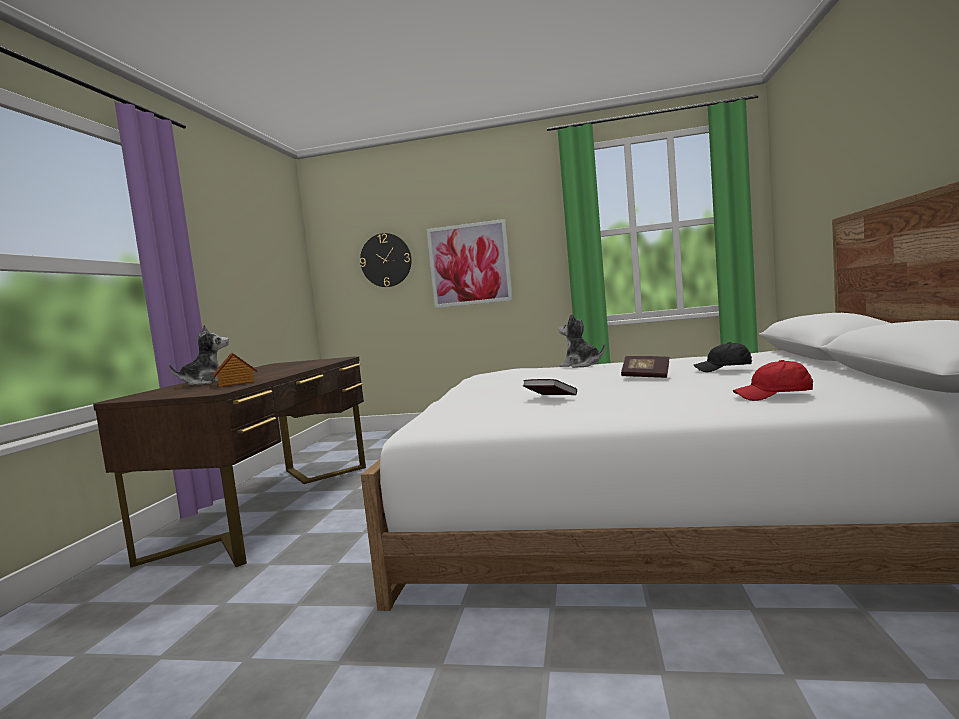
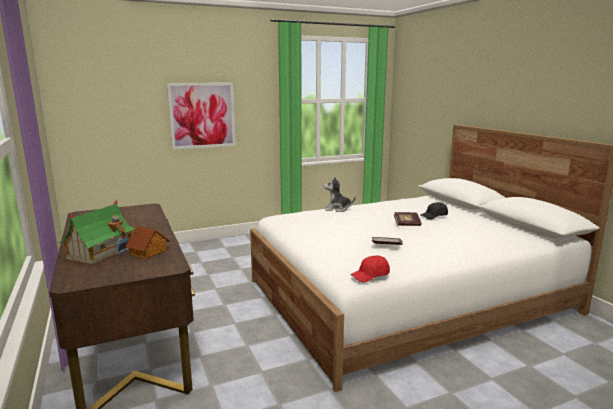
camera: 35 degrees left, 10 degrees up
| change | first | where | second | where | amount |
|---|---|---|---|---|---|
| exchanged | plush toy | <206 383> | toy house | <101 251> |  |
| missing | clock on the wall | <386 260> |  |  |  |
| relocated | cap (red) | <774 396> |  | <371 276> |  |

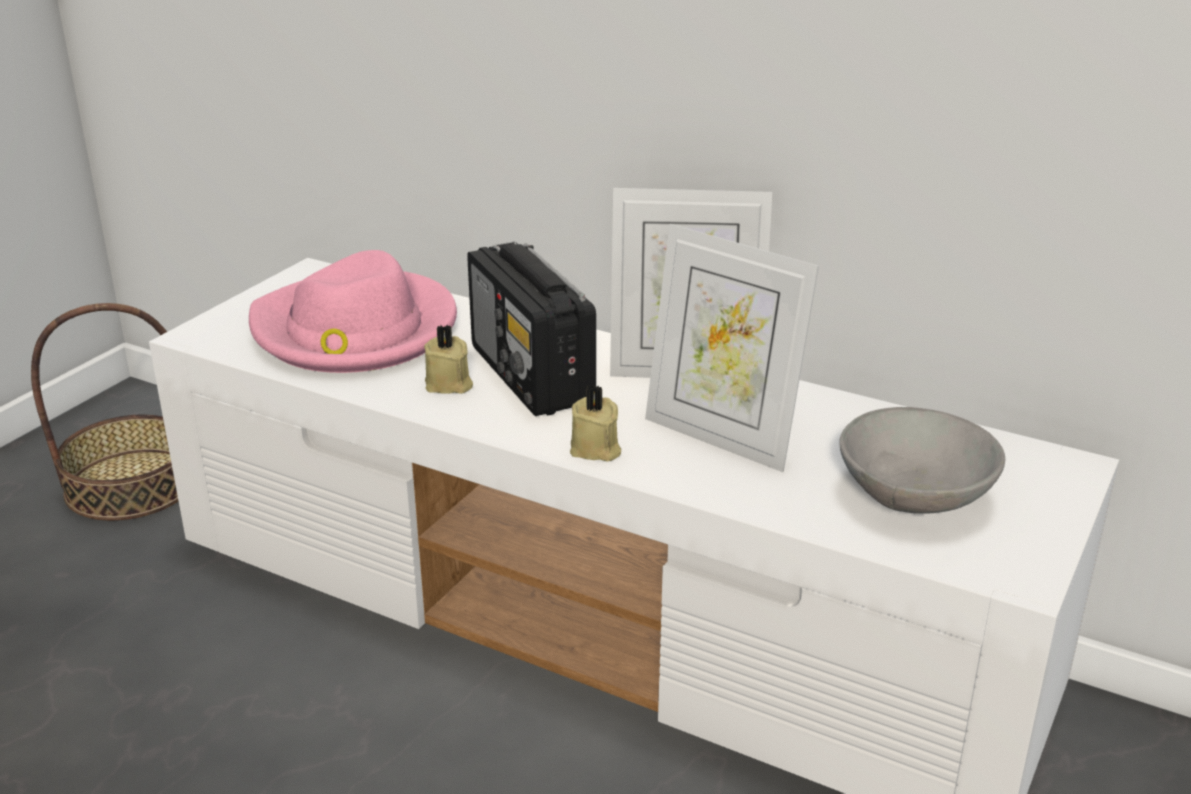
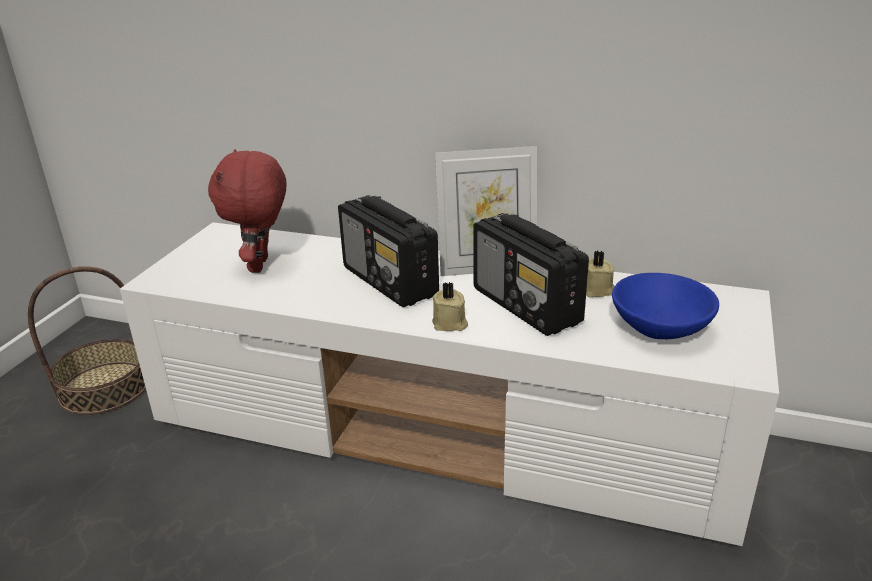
camera: 10 degrees left, 0 degrees up
| change | first | where | second | where | amount |
|---|---|---|---|---|---|
| exchanged | clothing hat (pink) | <354 330> | plush toy (red) | <261 265> |  |
| relocated | wax candle (sand-coloured) | <449 385> |  | <597 291> |  |
| exchanged | picture frame | <721 437> | radio receiver | <526 306> |  |
| colour | deep dish (gray) | <913 495> | deep dish (blue) | <660 328> |  |

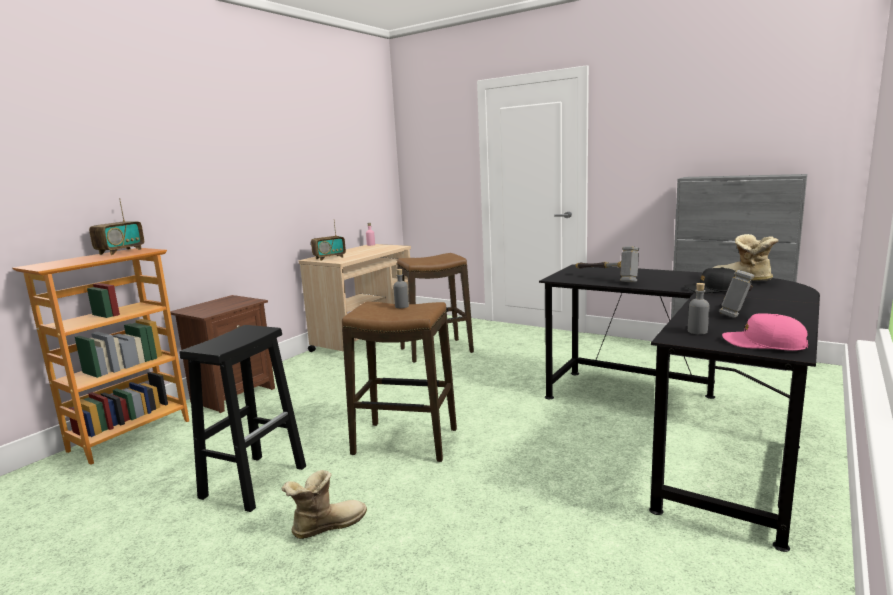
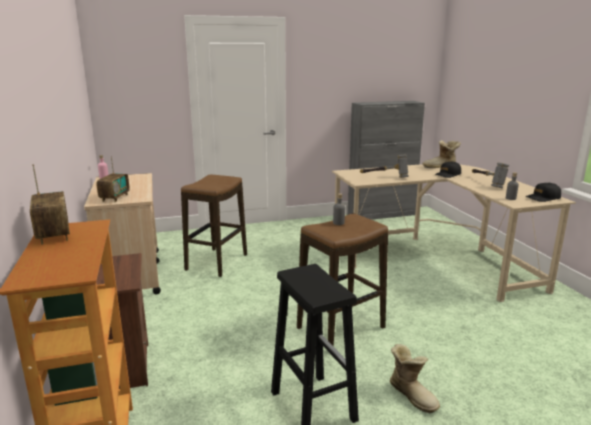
camera: 50 degrees left, 5 degrees up
| change | first | where | second | where | amount |
|---|---|---|---|---|---|
| spun | boot | <326 525> |  | <413 394> | 135 degrees clockwise |
| colour | desk table (blackish) | <683 429> | desk table (sand-coloured) | <437 259> |  |
| colour | cap (pink) | <764 344> | cap (blackish) | <543 198> |  |

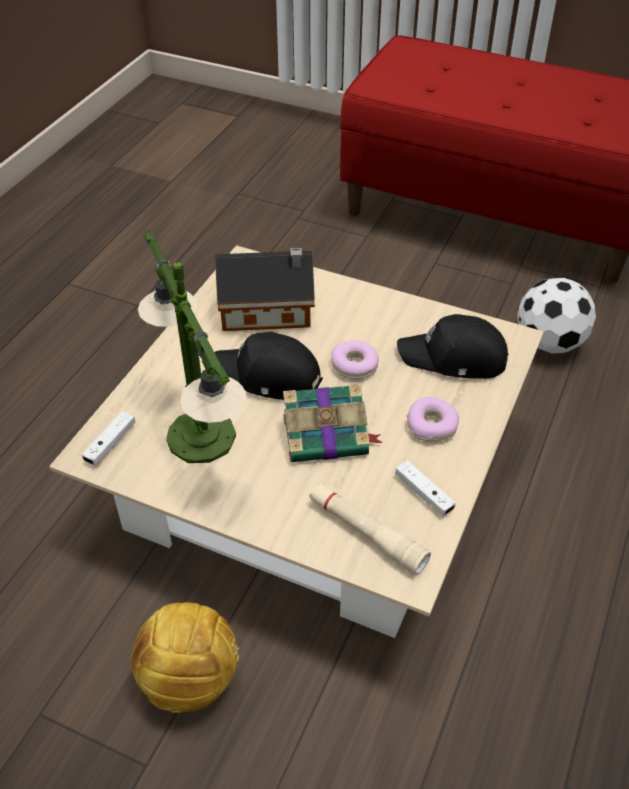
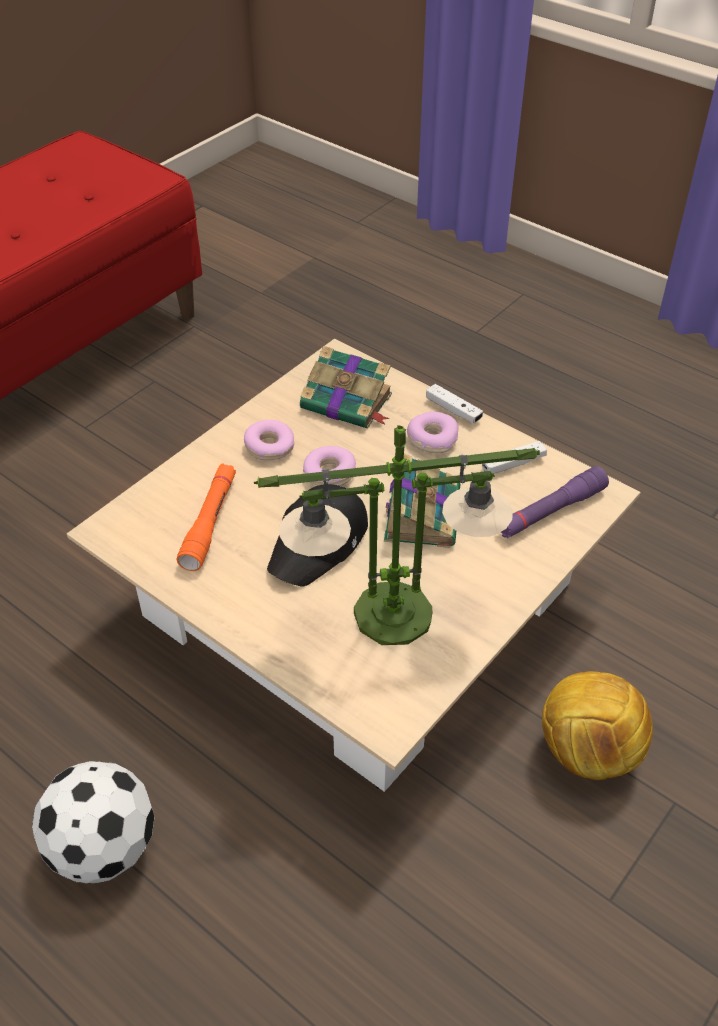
camera: 75 degrees left, 0 degrees up
| change | first | where | second | where | amount |
|---|---|---|---|---|---|
| relocated | gamepad (whitish) | <110 444> |  | <453 410> |  |
| exchanged | toy house | <270 310> | flashlight (orange) | <210 523> |  |
| colour | flashlight (sand-coloured) | <366 533> | flashlight (purple) | <551 511> |  |
| exchanged | cap (blackish) | <454 358> | volume | <348 402> |  |
| relocated | football | <548 343> |  | <104 849> |  |
| appeared |  |  | donut | <269 447> |  |

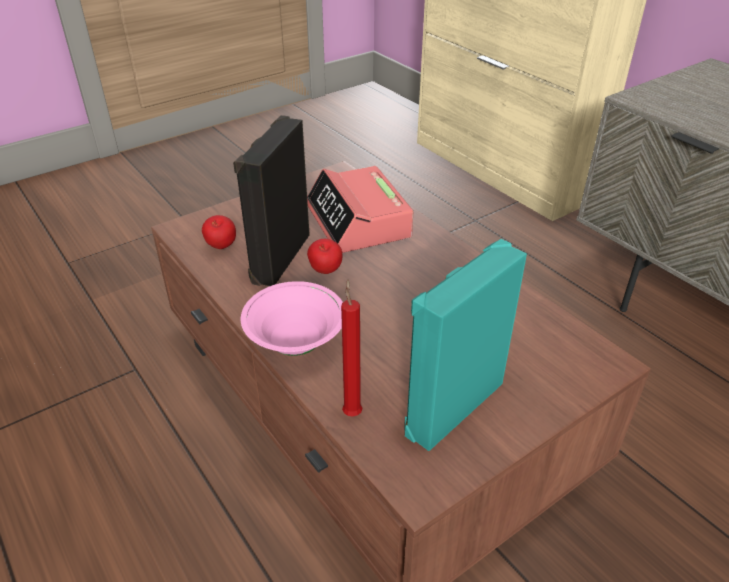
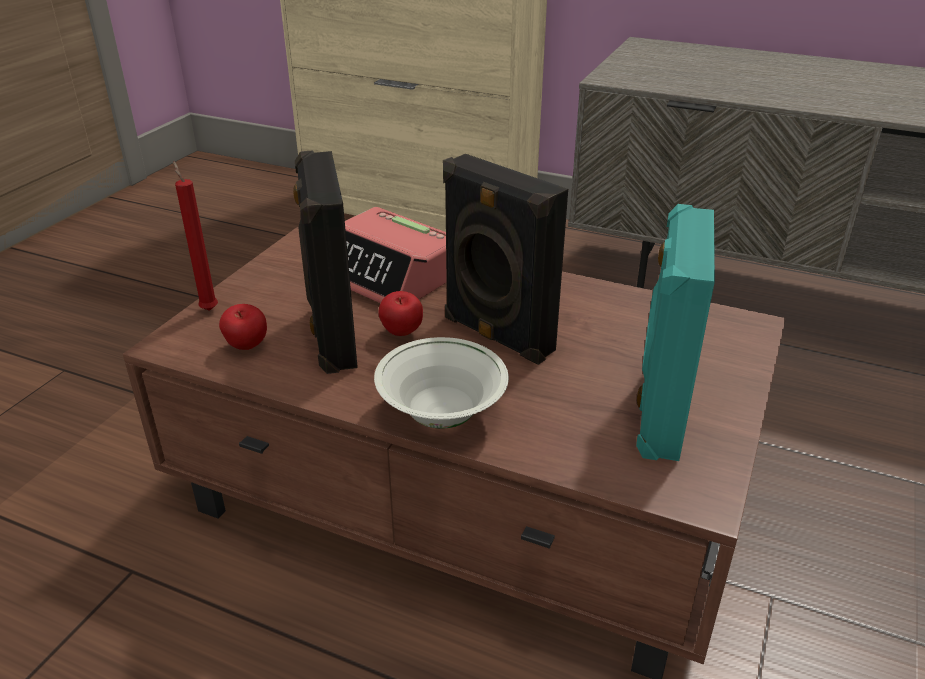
camera: 30 degrees left, 5 degrees down
| change | first | where | second | where | amount |
|---|---|---|---|---|---|
| colour | deep dish (pink) | <296 343> | deep dish (whitish) | <441 415> |  |
| relocated | wax candle (red) | <352 411> |  | <208 309> |  |
| appeared |  |  | audio speaker (blackish) | <495 336> |  |

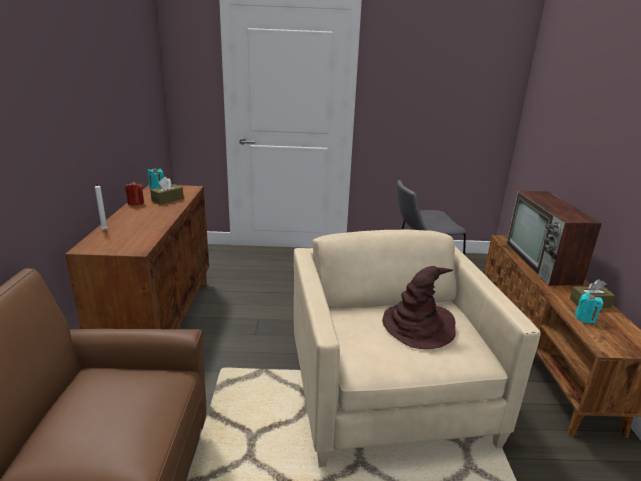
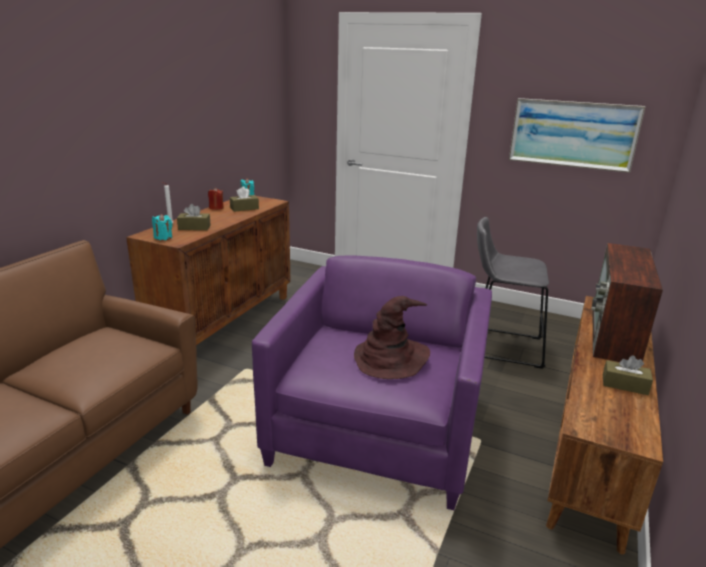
camera: 25 degrees right, 0 degrees up
| change | first | where | second | where | amount |
|---|---|---|---|---|---|
| colour | armchair (sand-coloured) | <387 392> | armchair (purple) | <378 429> |  |
| relocated | wax candle (turquoise) | <585 318> |  | <163 237> |  |
| appeared |  |  | tissue box (brown) | <194 227> |  |
| appeared |  |  | wall art | <573 134> |  |

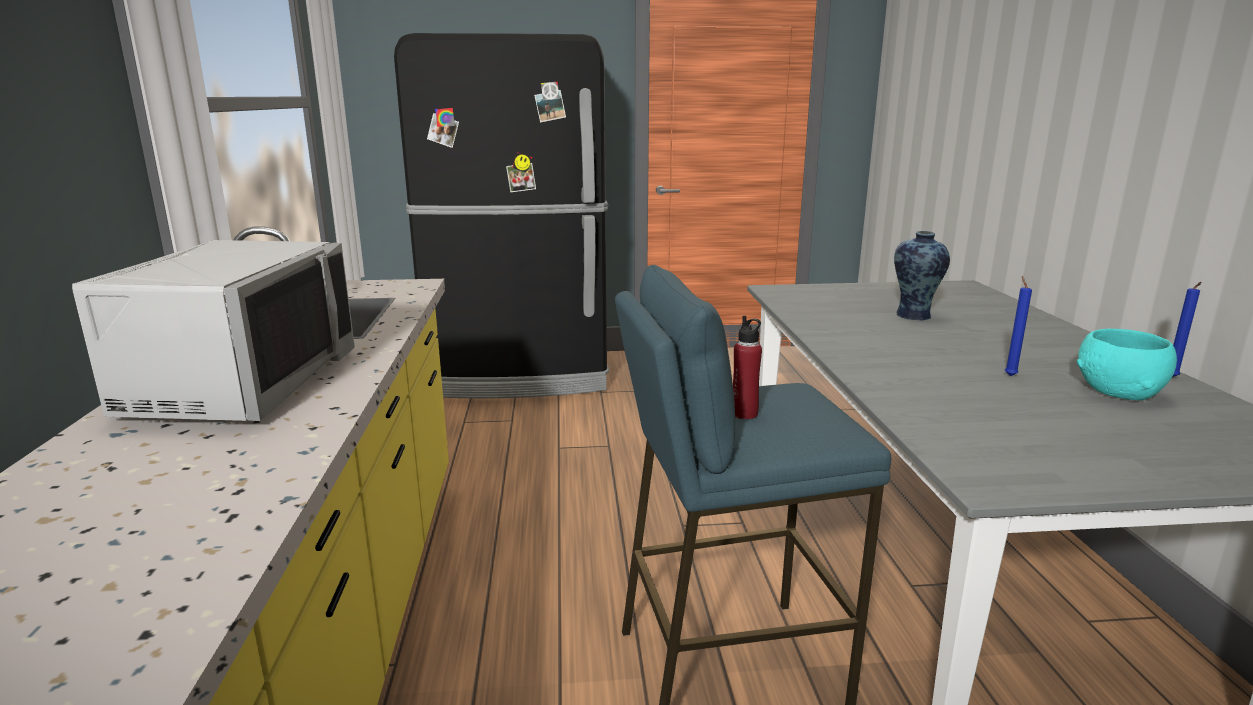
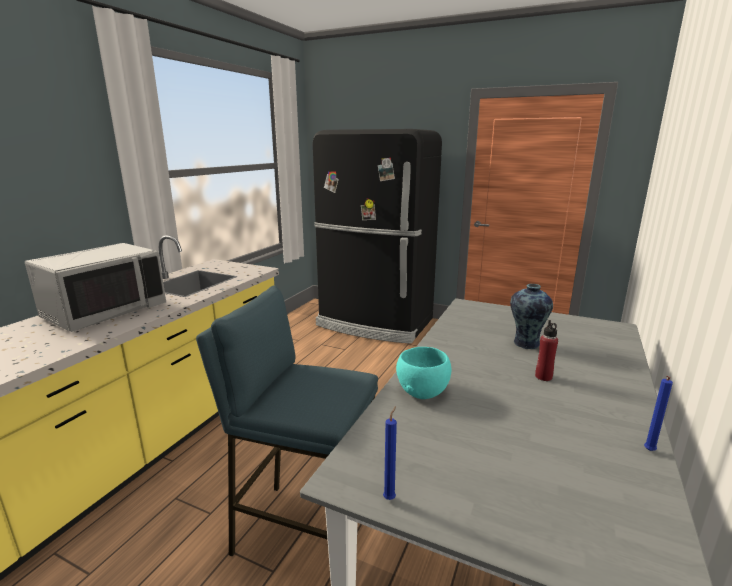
camera: 30 degrees right, 0 degrees up
| change | first | where | second | where | amount |
|---|---|---|---|---|---|
| relocated | beverage bottle (red) | <744 413> |  | <543 377> |  |
| relocated | wax candle (blue) | <1009 375> |  | <390 497> |  |
| relocated | deep dish (turquoise) | <1117 392> |  | <422 390> |  |

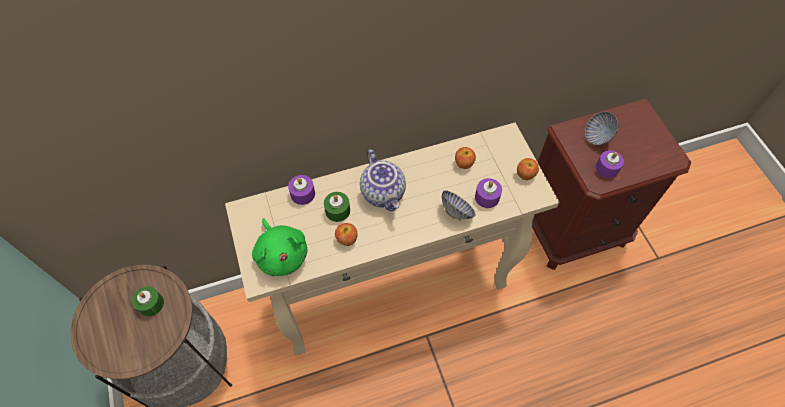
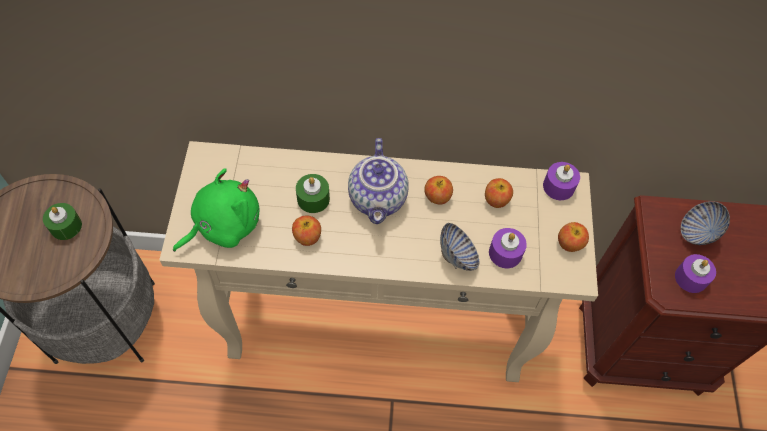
camera: 20 degrees right, 0 degrees up
| change | first | where | second | where | amount |
|---|---|---|---|---|---|
| spun | plush toy (green-coloured) | <282 254> |  | <223 225> | 120 degrees counterclockwise |
| relocated | wax candle (purple) | <302 194> |  | <558 186> |  |
| appeared |  |  | apple fruit | <437 197> |  |

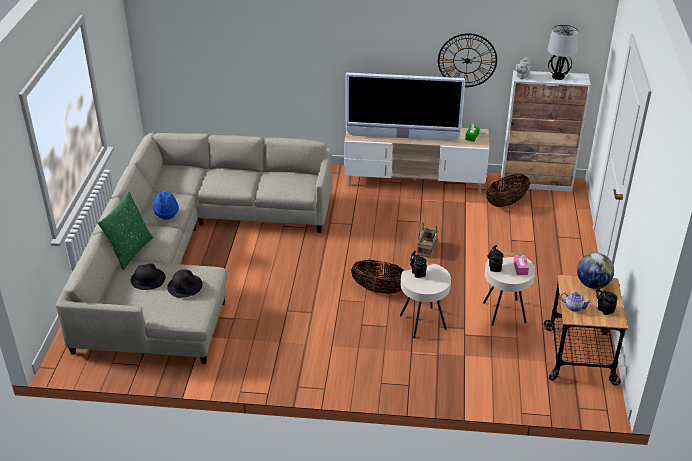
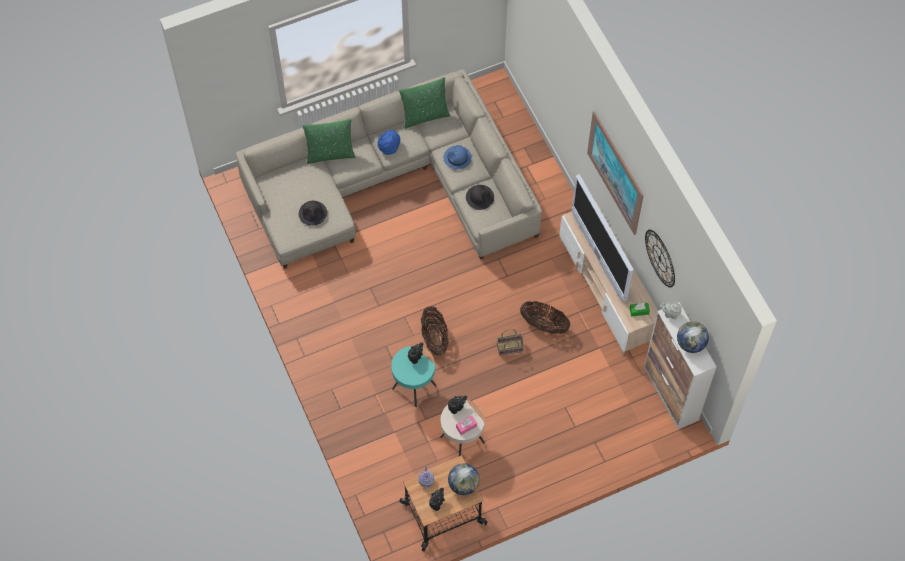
camera: 60 degrees right, 25 degrees up
| change | first | where | second | where | amount |
|---|---|---|---|---|---|
| relocated | clothing hat (blackish) | <147 279> |  | <479 197> |  |
| colour | accent table (sand-coloured) | <423 322> | accent table (turquoise) | <414 387> |  |
| relocated | basket | <506 203> |  | <544 325> |  |
| exchanged | lamp for a table | <558 77> | world globe | <690 344> |  |
| appeared |  |  | cushion (green-coloured) | <425 115> |  |
| appeared |  |  | clothing hat (blue) | <457 158> |  |
| appeared |  |  | wall art | <615 173> |  |

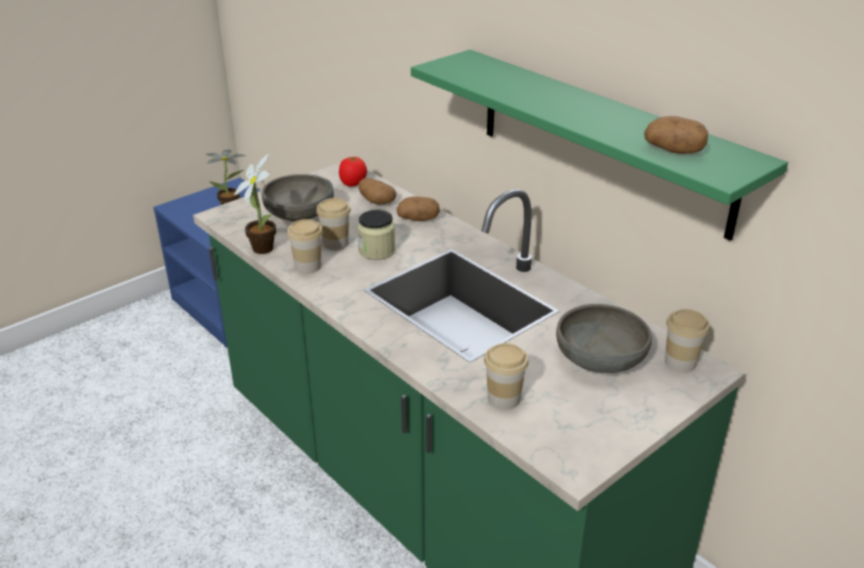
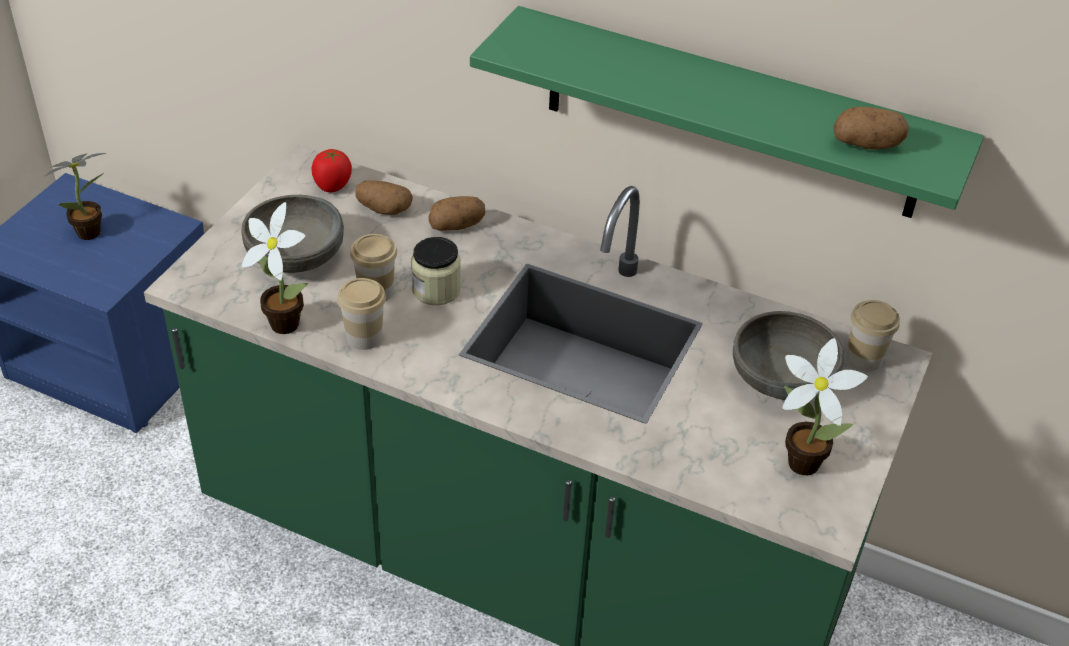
camera: 25 degrees left, 10 degrees up
| change | first | where | second | where | amount |
|---|---|---|---|---|---|
| missing | small cup | <503 399> |  |  |  |
| appeared |  |  | plant in a pot | <799 460> |  |

